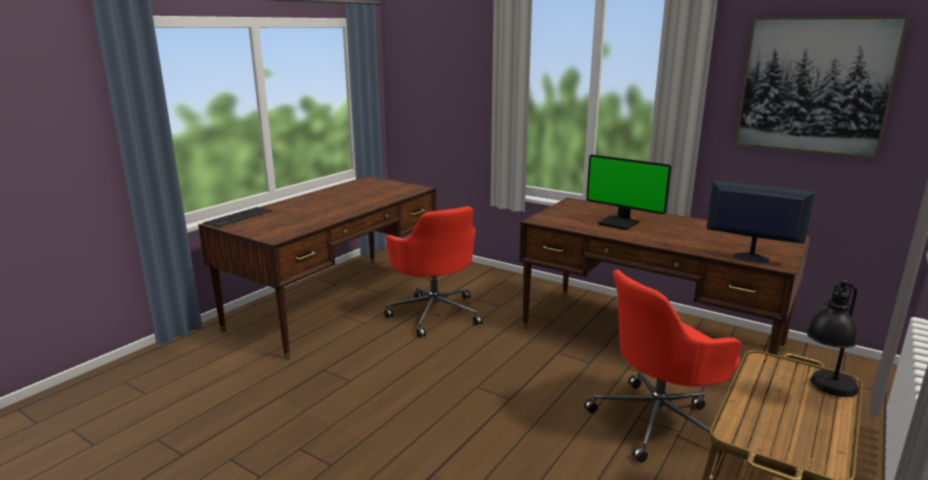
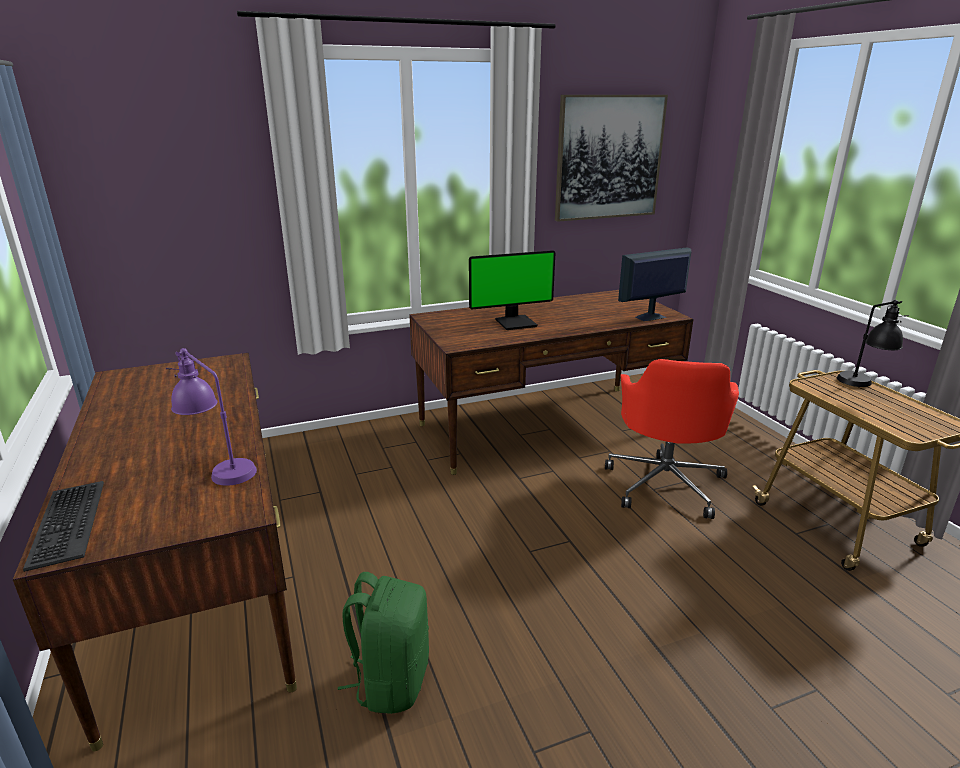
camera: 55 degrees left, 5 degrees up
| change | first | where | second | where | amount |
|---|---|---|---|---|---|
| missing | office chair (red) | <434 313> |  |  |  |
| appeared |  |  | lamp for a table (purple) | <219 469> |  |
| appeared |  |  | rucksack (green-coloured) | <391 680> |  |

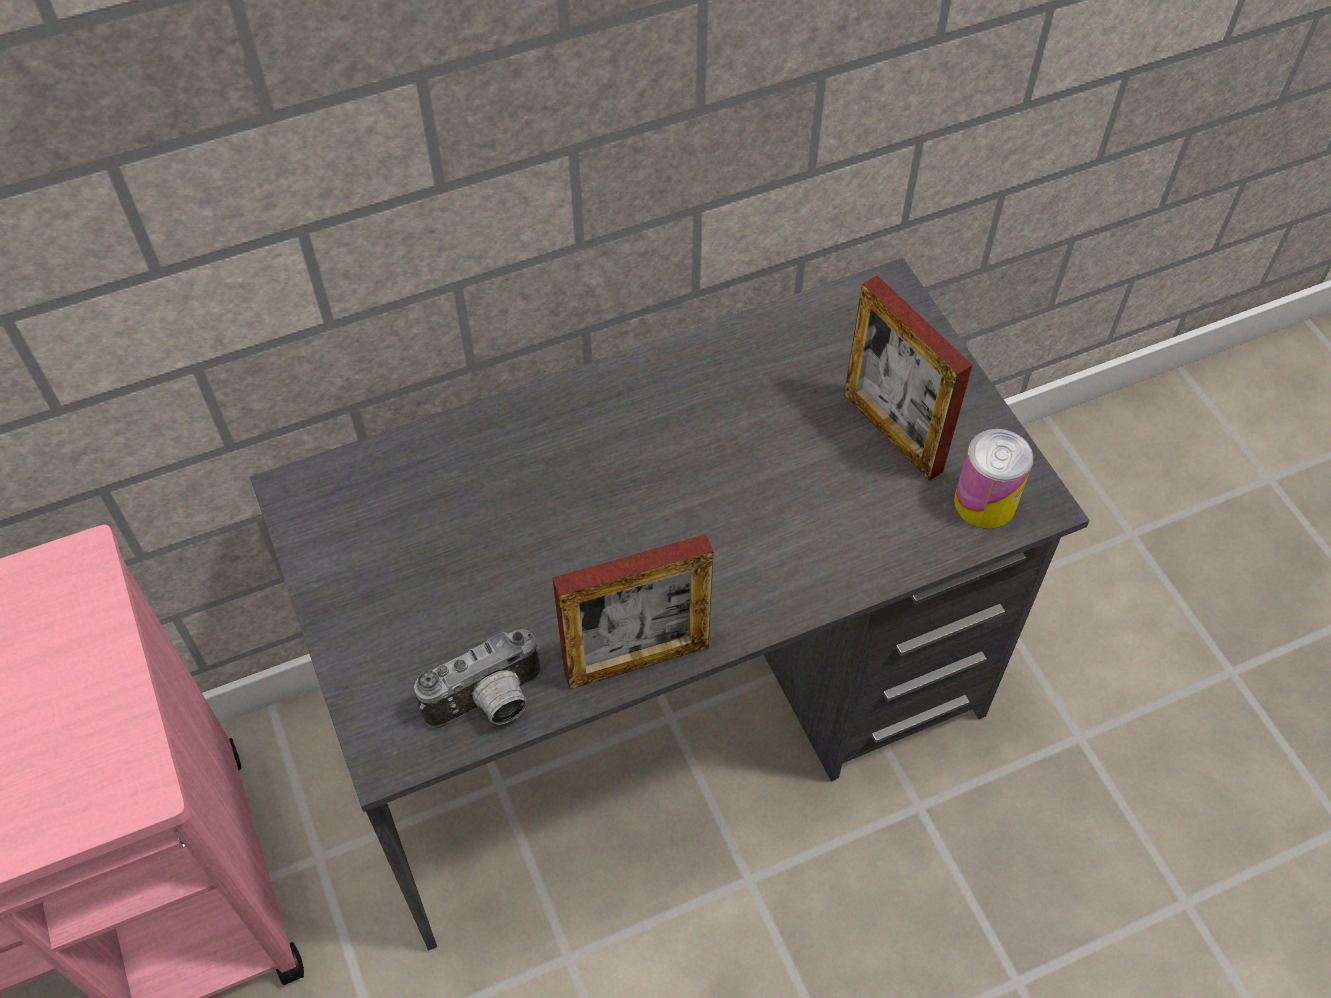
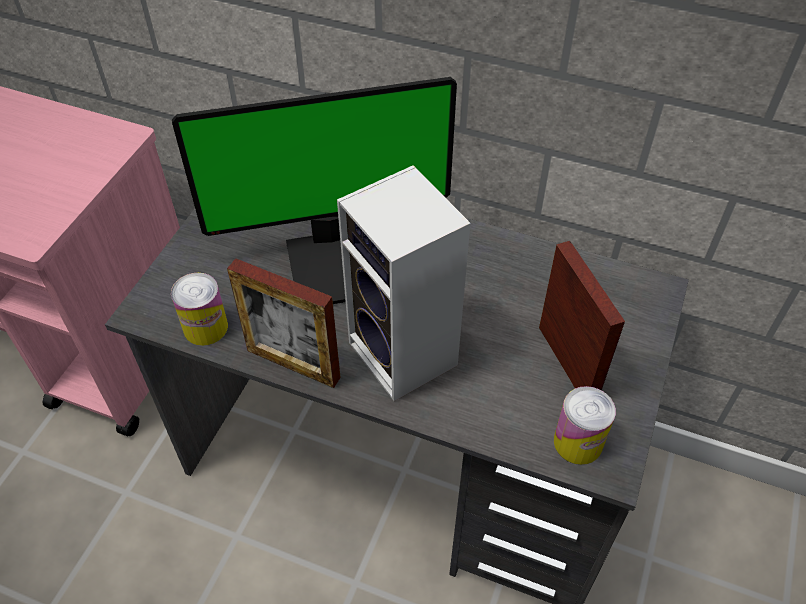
camera: 45 degrees right, 5 degrees down
| change | first | where | second | where | amount |
|---|---|---|---|---|---|
| exchanged | photo camera | <489 705> | can | <205 327> |  |
| spun | picture frame | <892 432> |  | <567 363> | 150 degrees clockwise |
| appeared |  |  | computer display | <337 264> |  |
| appeared |  |  | audio speaker | <407 356> |  |

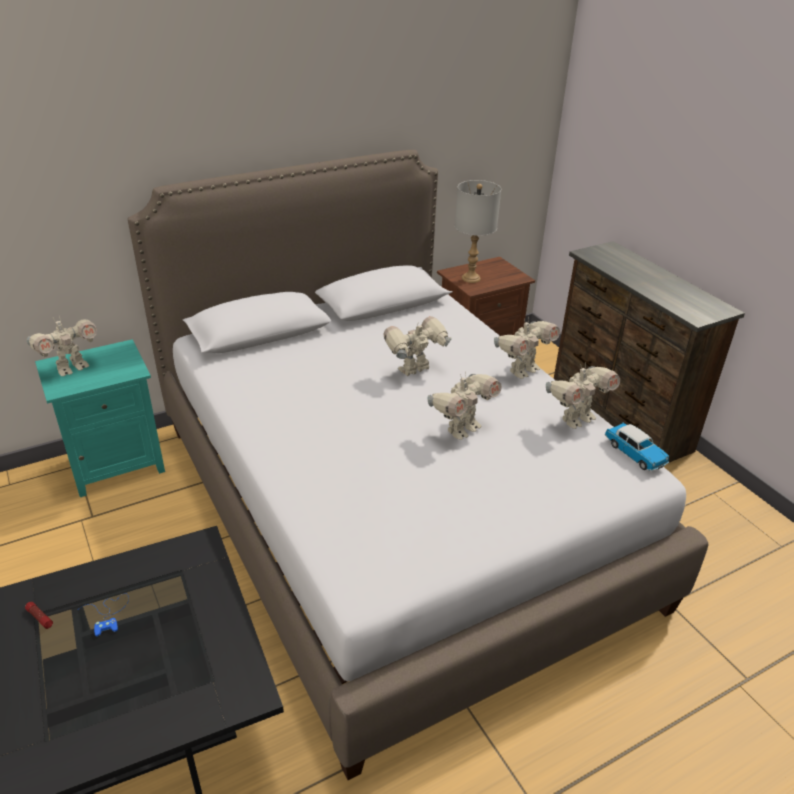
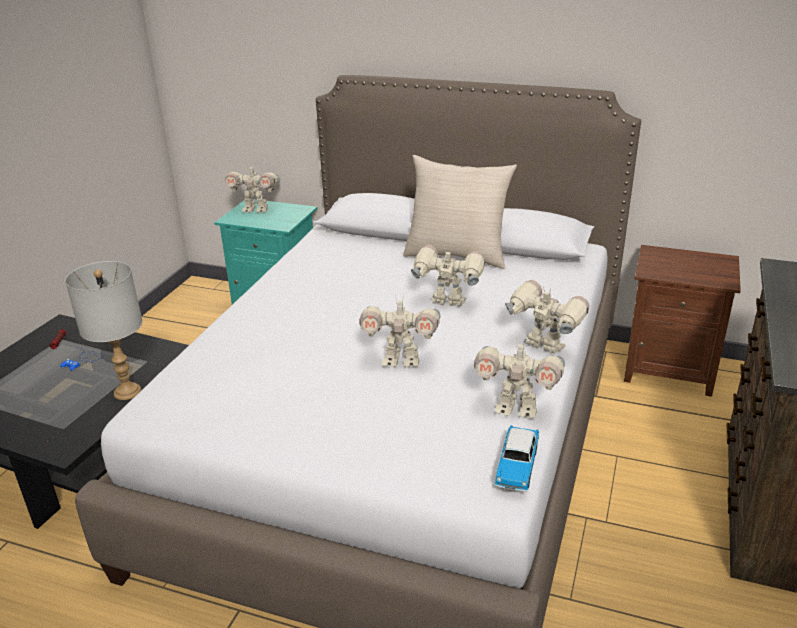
camera: 50 degrees right, 5 degrees down
| change | first | where | second | where | amount |
|---|---|---|---|---|---|
| relocated | lamp for a table (gray) | <471 278> |  | <127 392> |  |
| spun | toy robot | <522 370> |  | <543 347> | 150 degrees counterclockwise |
| appeared |  |  | cushion (sand-coloured) | <457 255> |  |

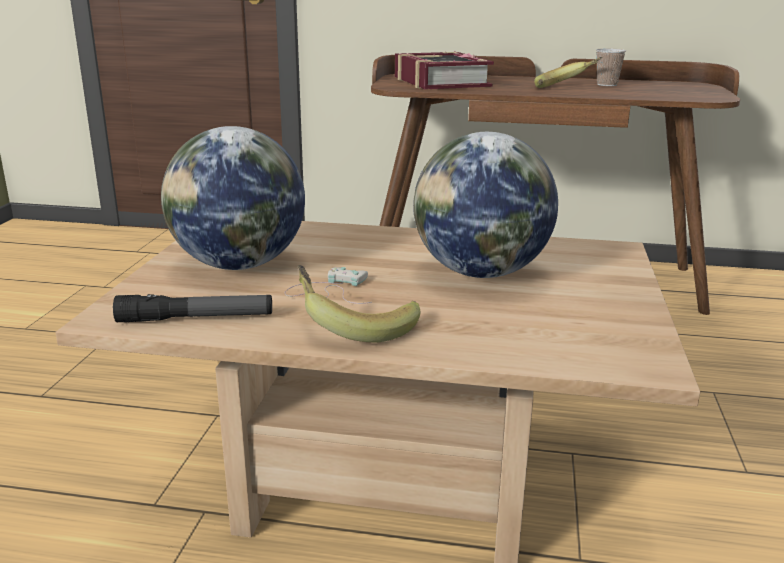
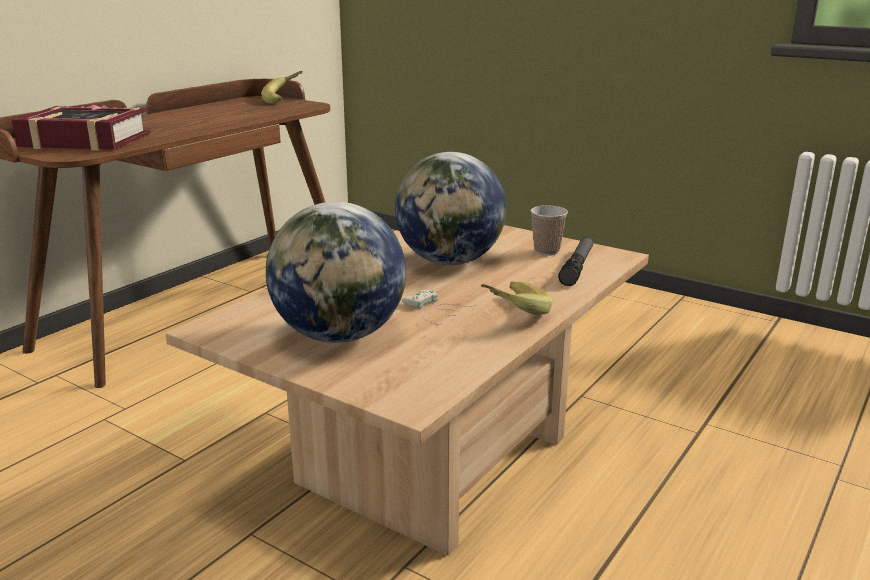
camera: 65 degrees left, 0 degrees up
| change | first | where | second | where | amount |
|---|---|---|---|---|---|
| relocated | flashlight | <196 318> |  | <577 267> |  |
| relocated | banana fruit | <566 88> |  | <285 100> |  |
| relocated | small cup | <607 84> |  | <546 251> |  |

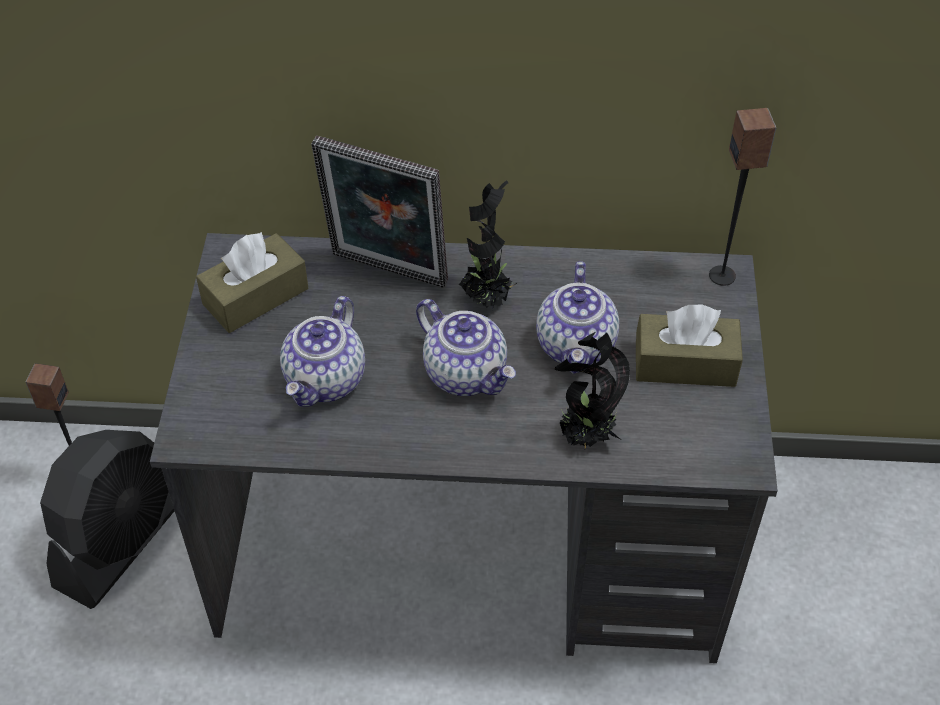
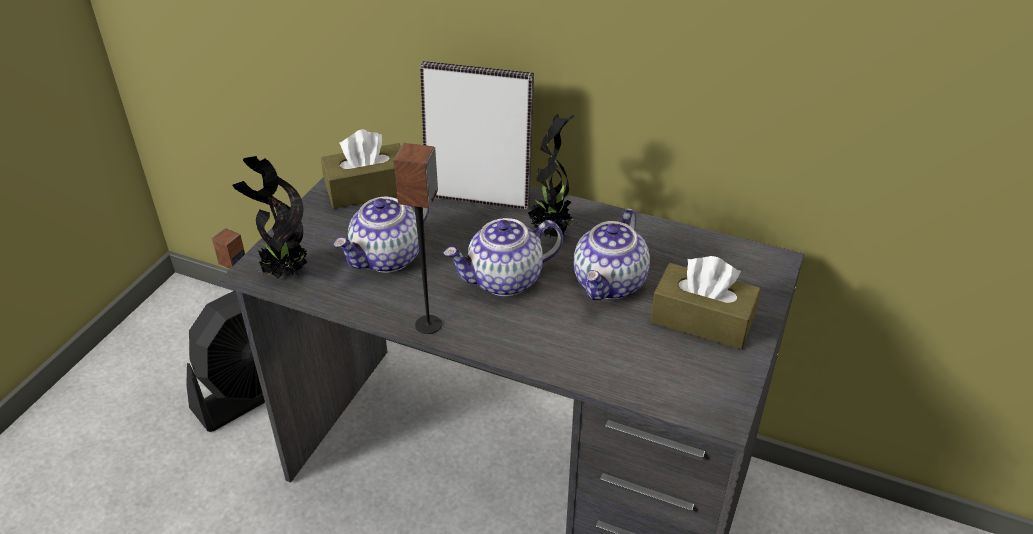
camera: 20 degrees right, 10 degrees down
| change | first | where | second | where | amount |
|---|---|---|---|---|---|
| spun | picture frame | <386 273> |  | <478 196> | 150 degrees clockwise |
| spun | tea pot | <466 373> |  | <504 280> | 90 degrees clockwise |
| relocated | plant in a pot | <585 437> |  | <283 274> |  |
| relocated | audio speaker | <722 275> |  | <429 325> |  |

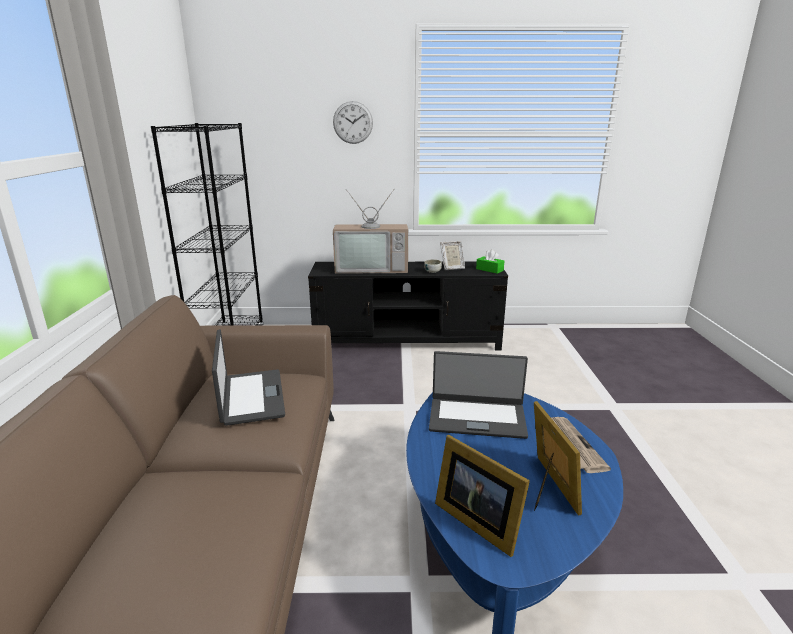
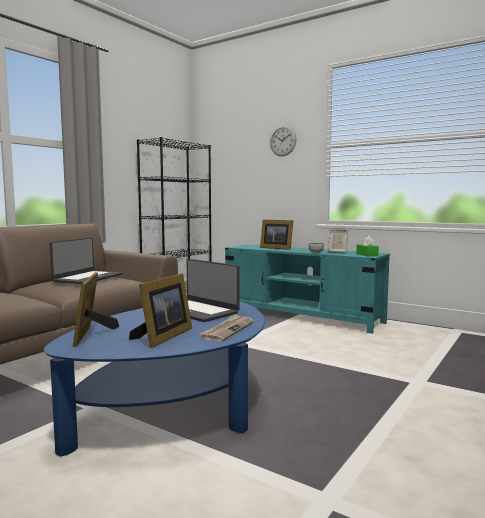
camera: 35 degrees right, 15 degrees down
| change | first | where | second | where | amount |
|---|---|---|---|---|---|
| colour | media console (blackish) | <407 340> | media console (turquoise) | <301 316> |  |
| exchanged | television | <372 268> | picture frame | <276 248> |  |

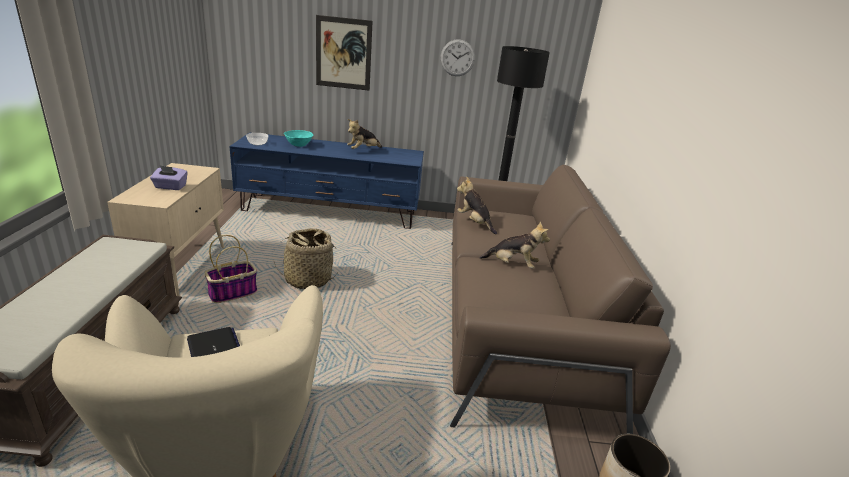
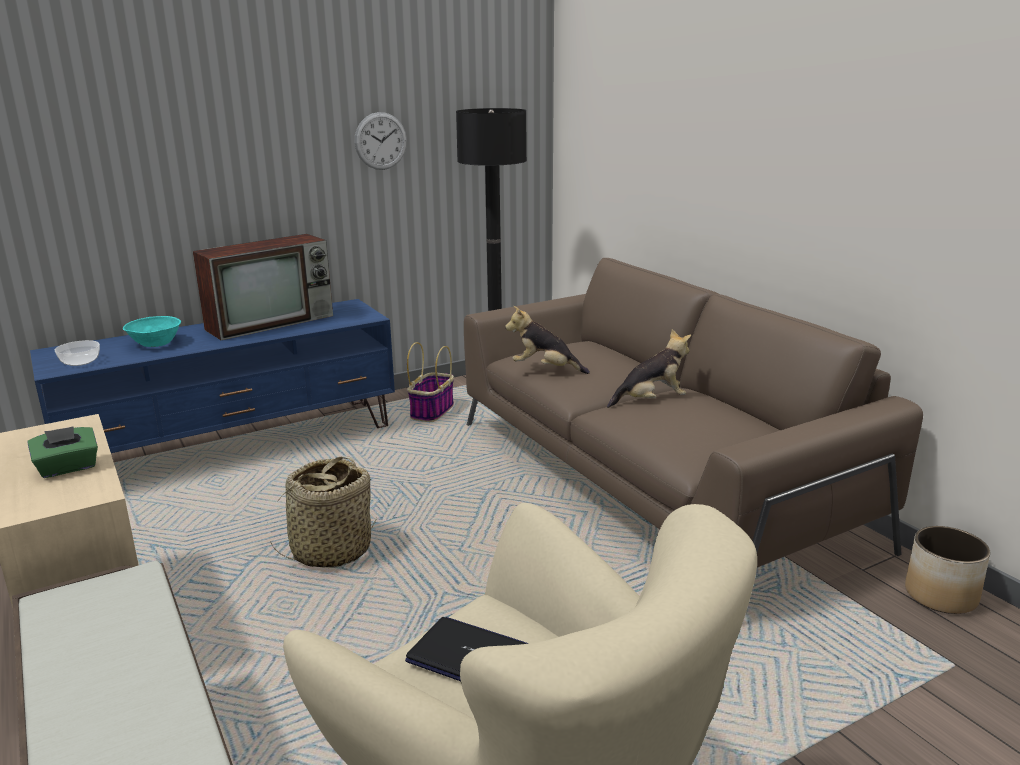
camera: 30 degrees left, 5 degrees down
| change | first | where | second | where | amount |
|---|---|---|---|---|---|
| colour | tissue box (purple) | <170 187> | tissue box (green-coloured) | <68 468> |  |
| relocated | basket | <233 293> |  | <432 411> |  |
| missing | wall art | <343 53> |  |  |  |
| exchanged | plush toy | <363 150> | television | <272 322> |  |

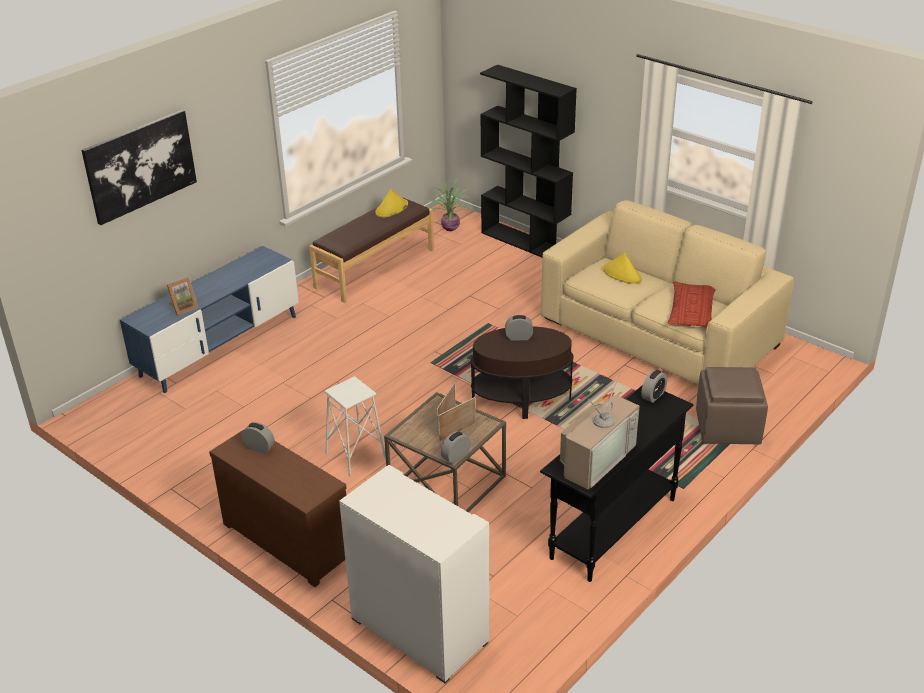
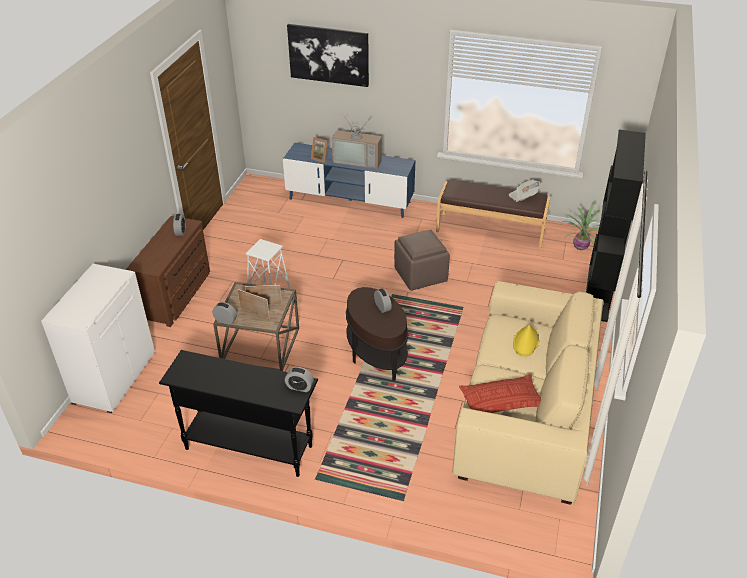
camera: 65 degrees right, 5 degrees up
| change | first | where | second | where | amount |
|---|---|---|---|---|---|
| exchanged | clothing hat (yellow-coloured) | <391 209> | daily paper | <523 197> |  |
| relocated | television | <596 458> |  | <358 160> |  |
| relocated | ottoman (brown) | <728 428> |  | <420 275> |  |

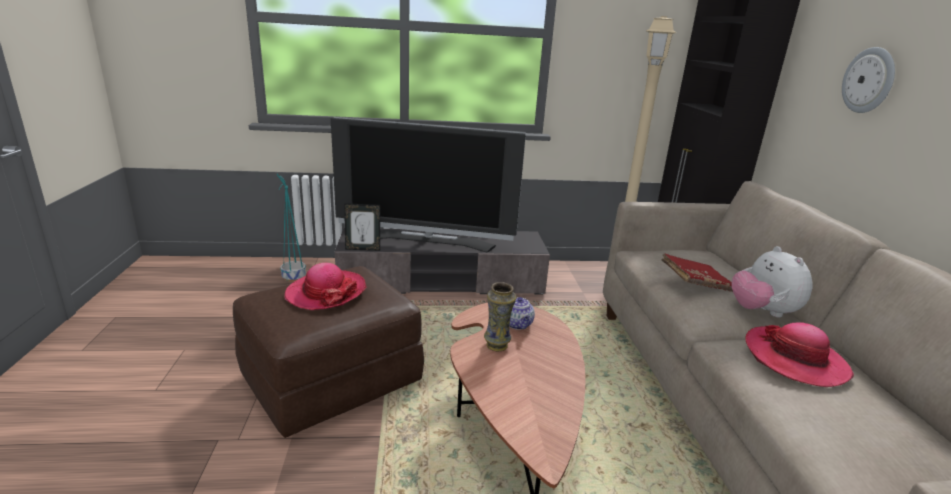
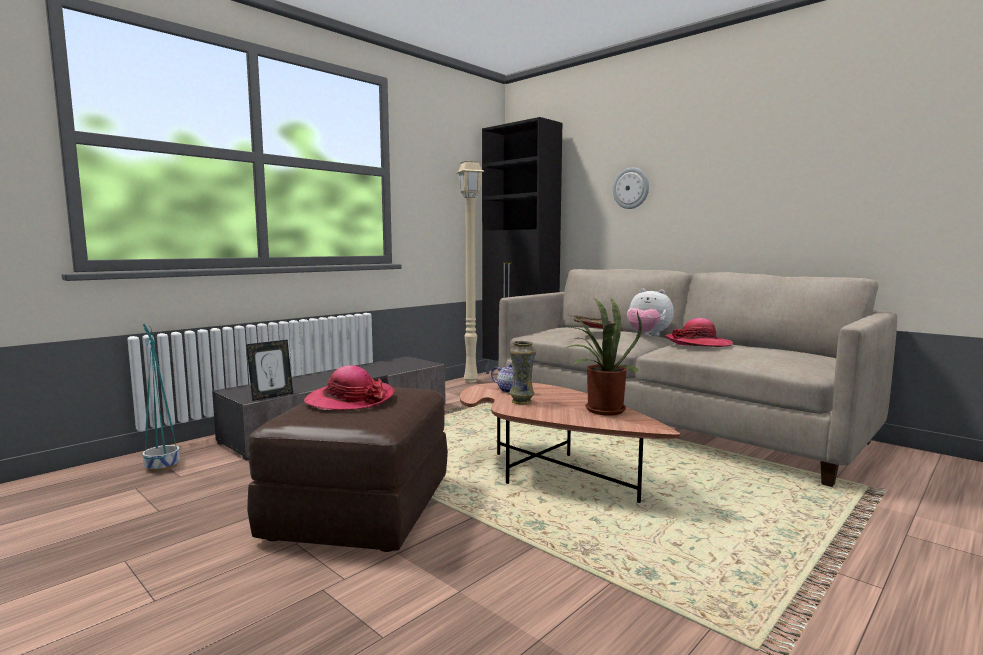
camera: 40 degrees left, 15 degrees down
| change | first | where | second | where | amount |
|---|---|---|---|---|---|
| missing | television | <427 241> |  |  |  |
| appeared |  |  | plant in a pot | <600 410> |  |

